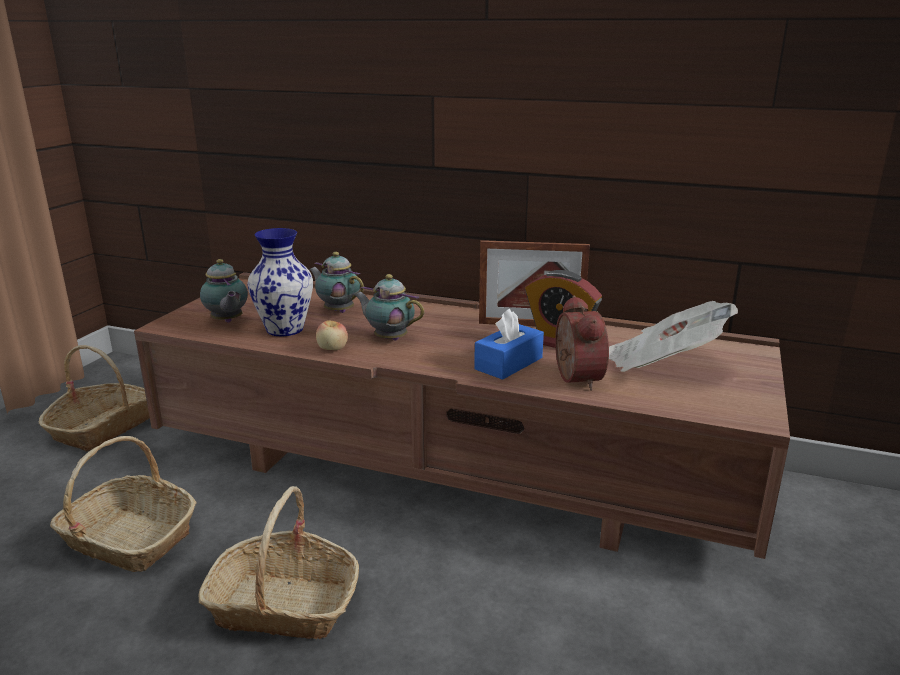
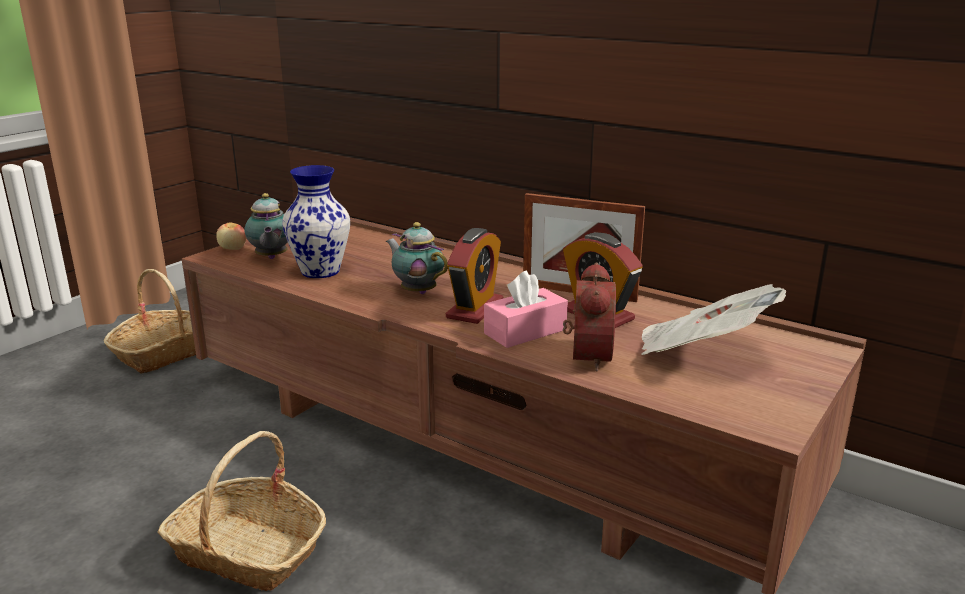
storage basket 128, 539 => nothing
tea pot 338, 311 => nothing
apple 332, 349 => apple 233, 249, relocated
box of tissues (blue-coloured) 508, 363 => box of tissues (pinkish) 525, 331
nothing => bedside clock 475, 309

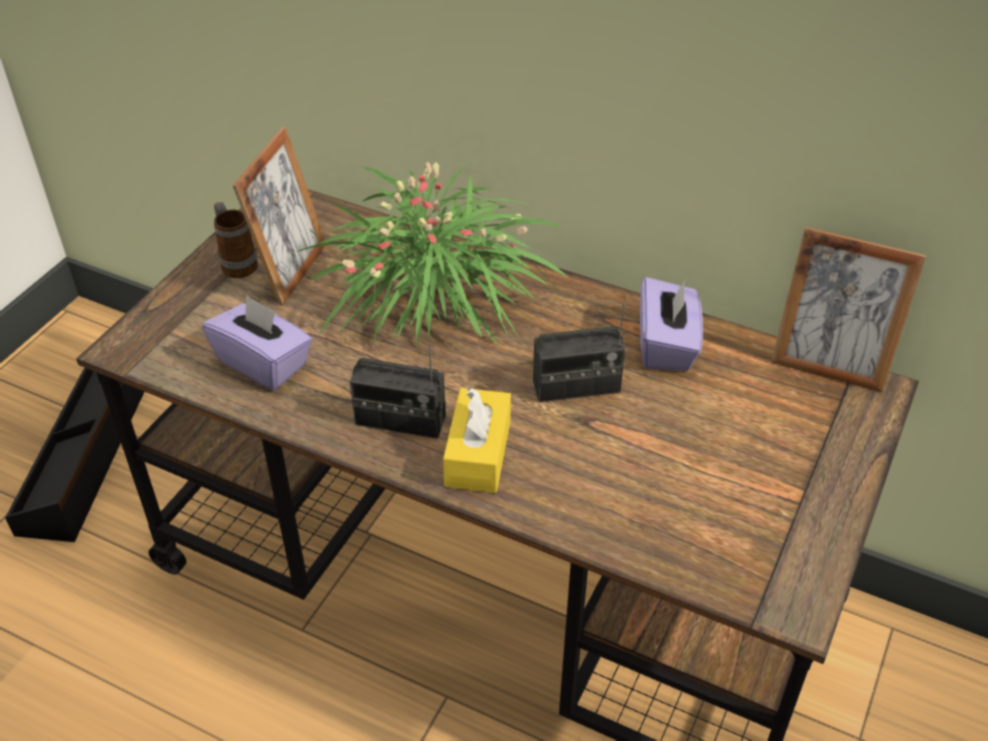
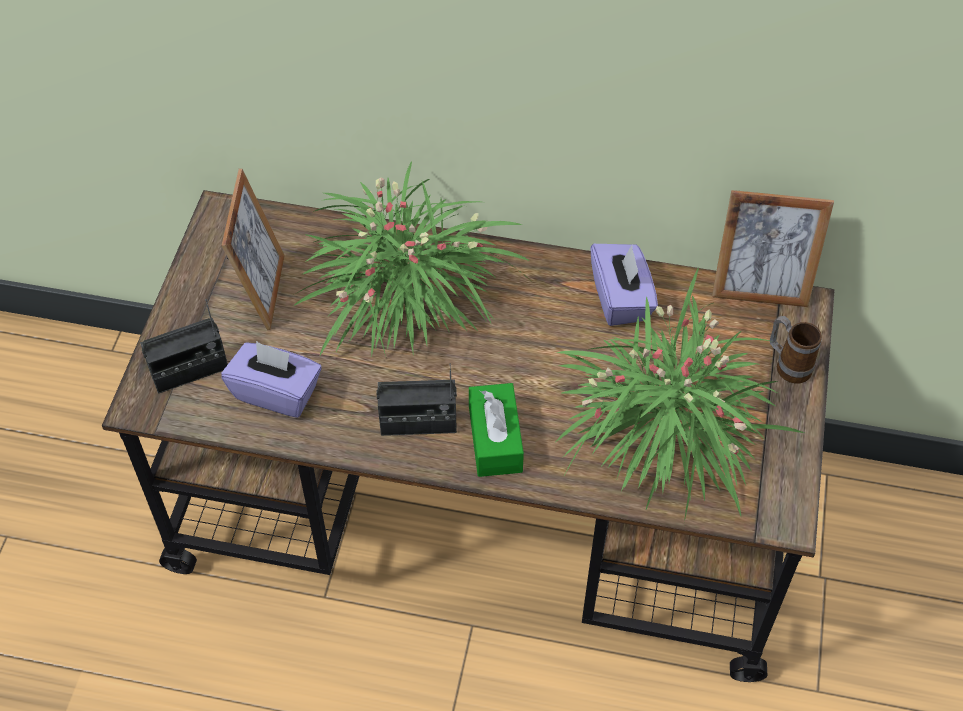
storage container (blackish) 89, 452 => nothing
coffee mug 237, 263 => coffee mug 787, 365, relocated
box of tissues (yellow) 478, 453 => box of tissues (green-coloured) 495, 439
radio set 576, 387 => radio set 189, 371, relocated
nothing => plant in a pot 664, 432

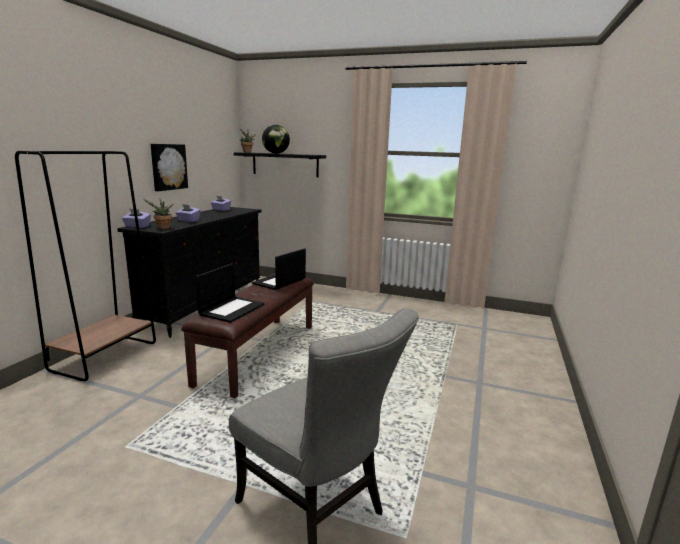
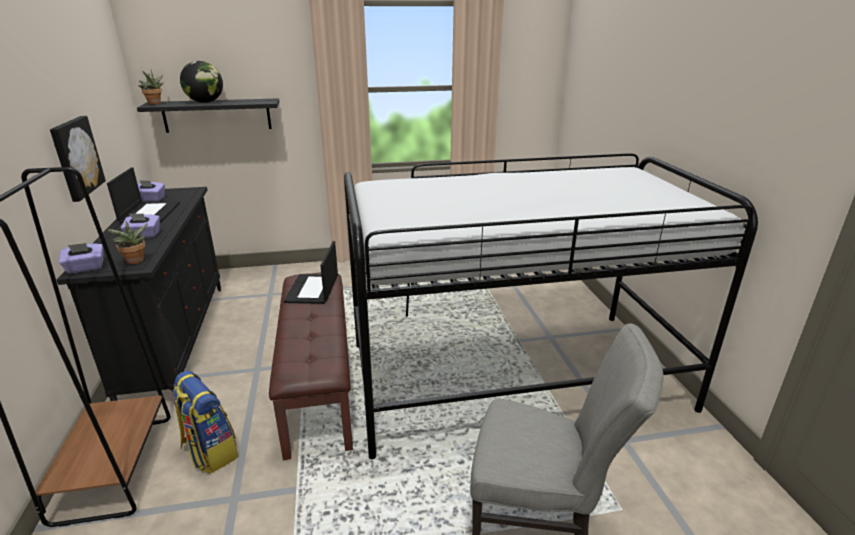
notebook computer 232, 309 => notebook computer 150, 212, relocated
nothing => knapsack 209, 451
nothing => sleeping bed (blackish) 508, 374

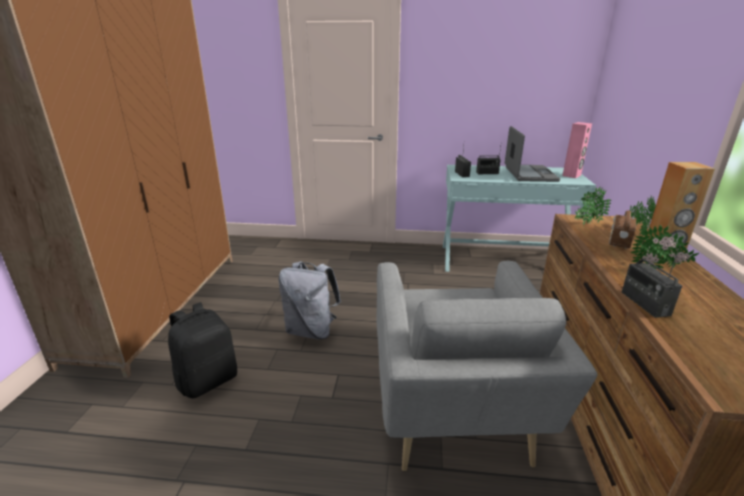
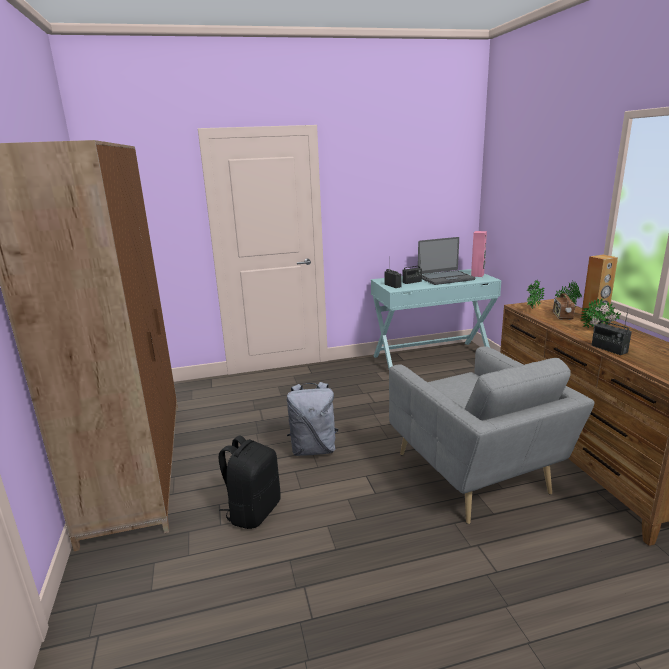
notebook computer 529, 174 => notebook computer 445, 278, 90 degrees clockwise

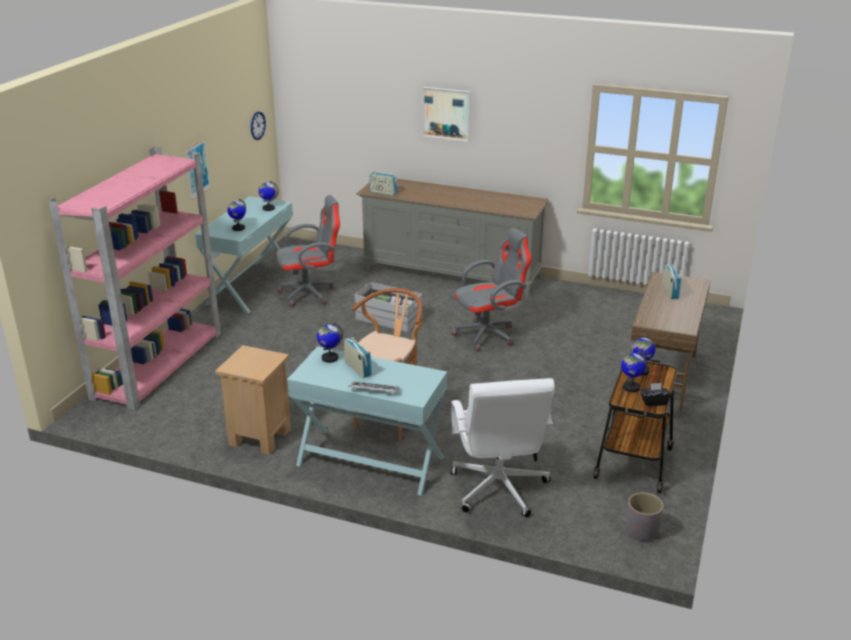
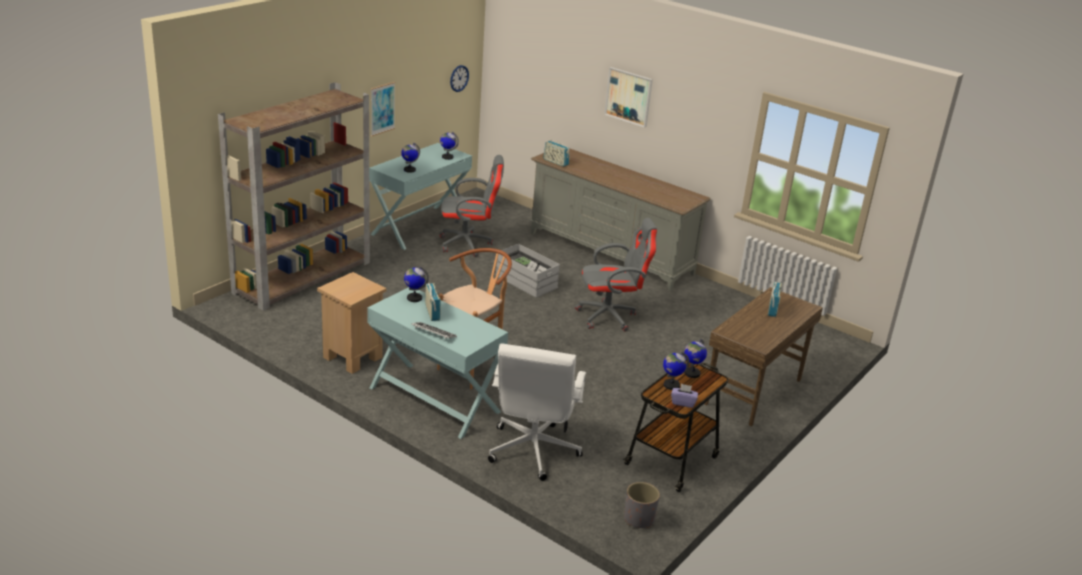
bookshelf (pinkish) 158, 365 => bookshelf (brown) 303, 277
box of tissues (blackish) 654, 402 => box of tissues (purple-coloured) 683, 402

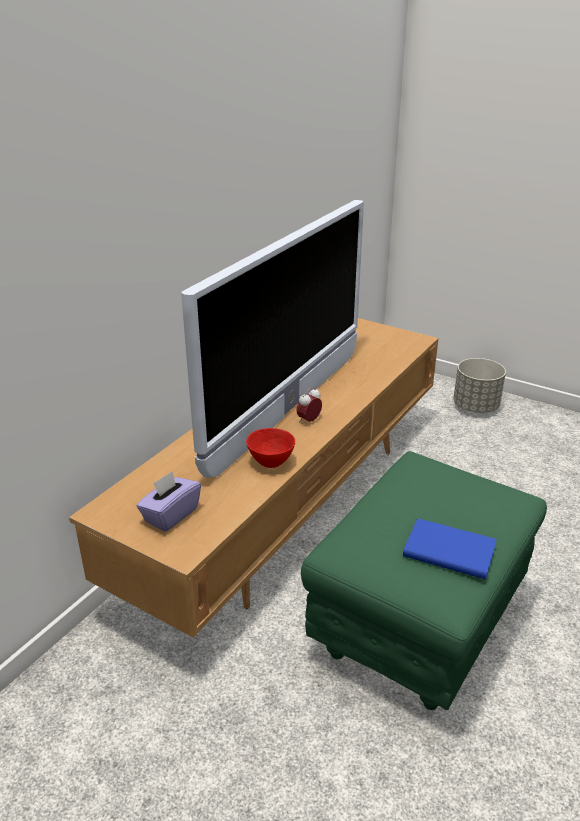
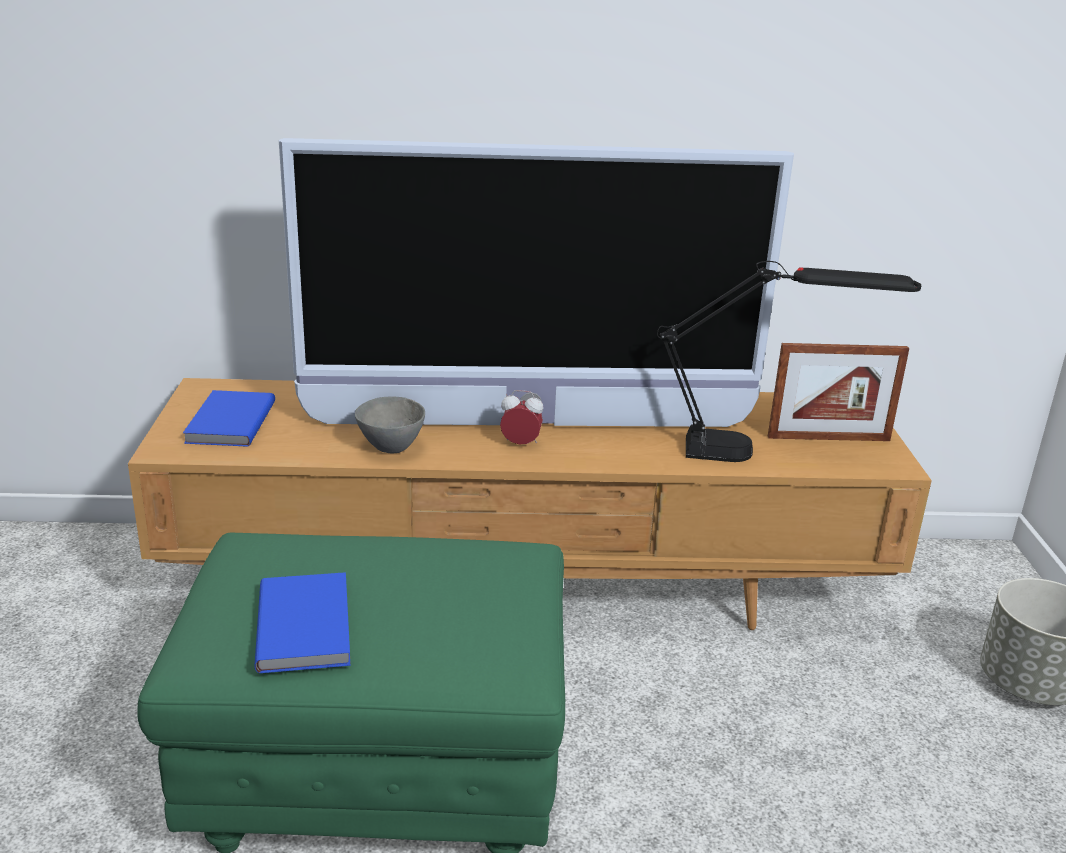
box of tissues (purple-coloured) 170, 515 => book (blue-coloured) 228, 423
bowl (red-coloured) 270, 463 => bowl (gray) 390, 447
nothing => lamp for a table (blackish) 763, 454
nothing => standing frame 828, 438

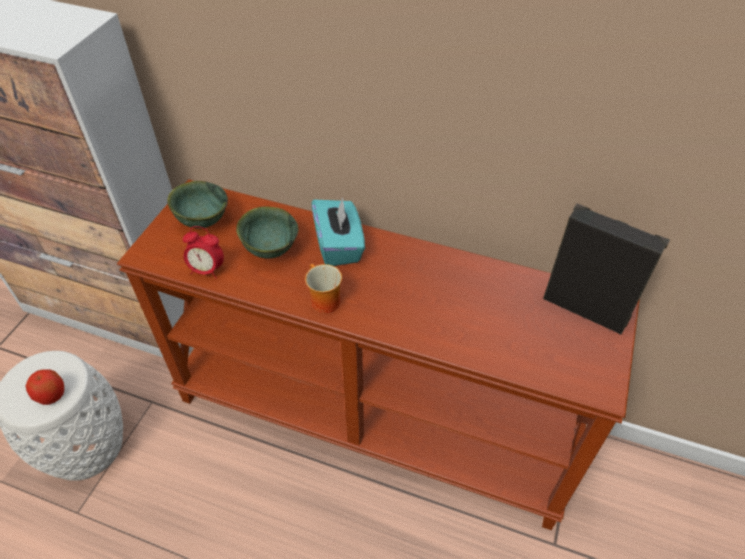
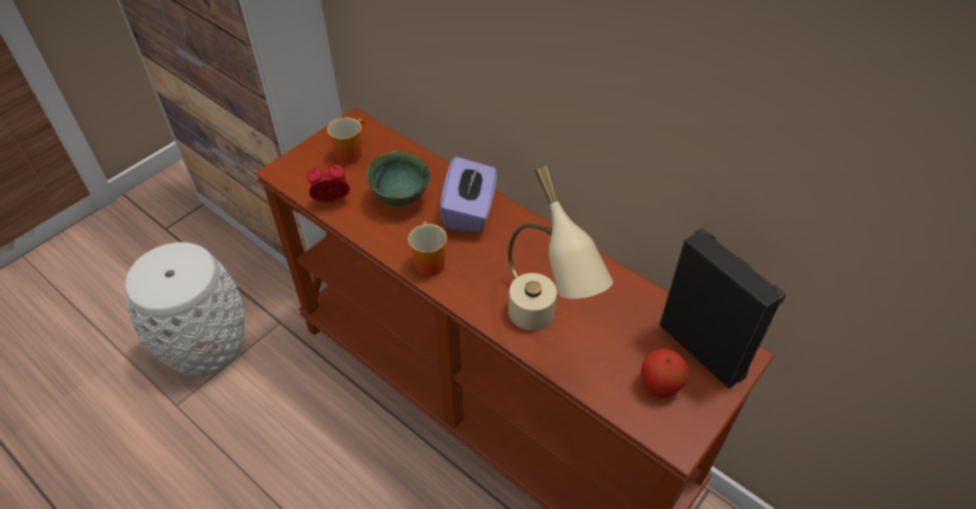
apple 52, 395 => apple 659, 385, relocated
bowl (green-coloured) 202, 221 => coffee mug 349, 152
bedside clock 207, 270 => bedside clock 332, 201, 135 degrees clockwise
box of tissues (turquoise-coloured) 339, 246 => box of tissues (purple-coloured) 470, 211
nothing => lamp for a table (beige) 542, 328

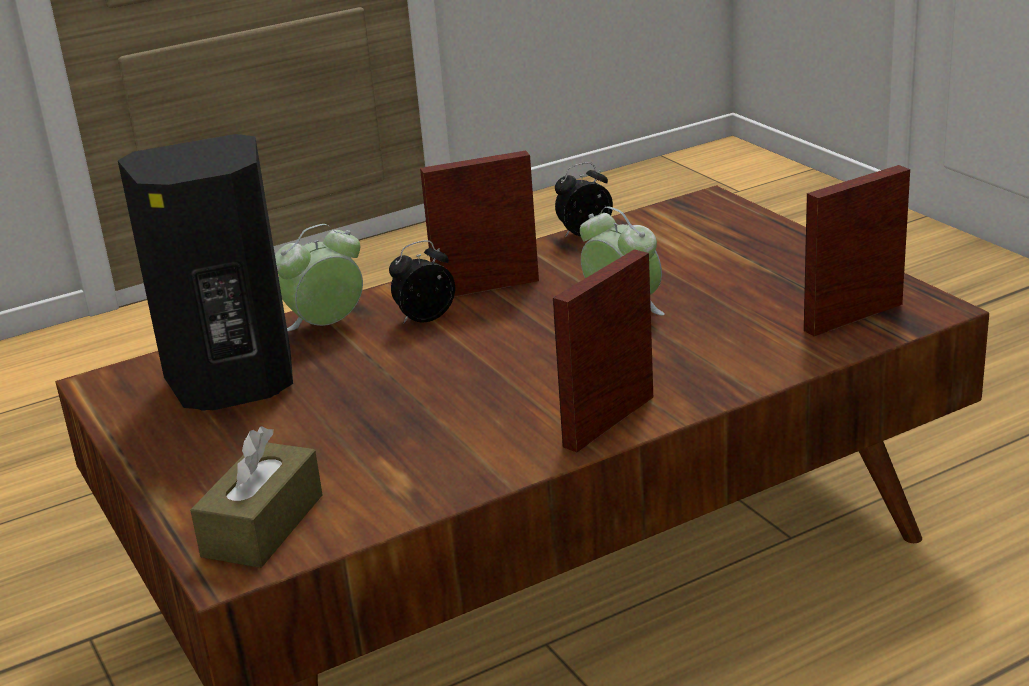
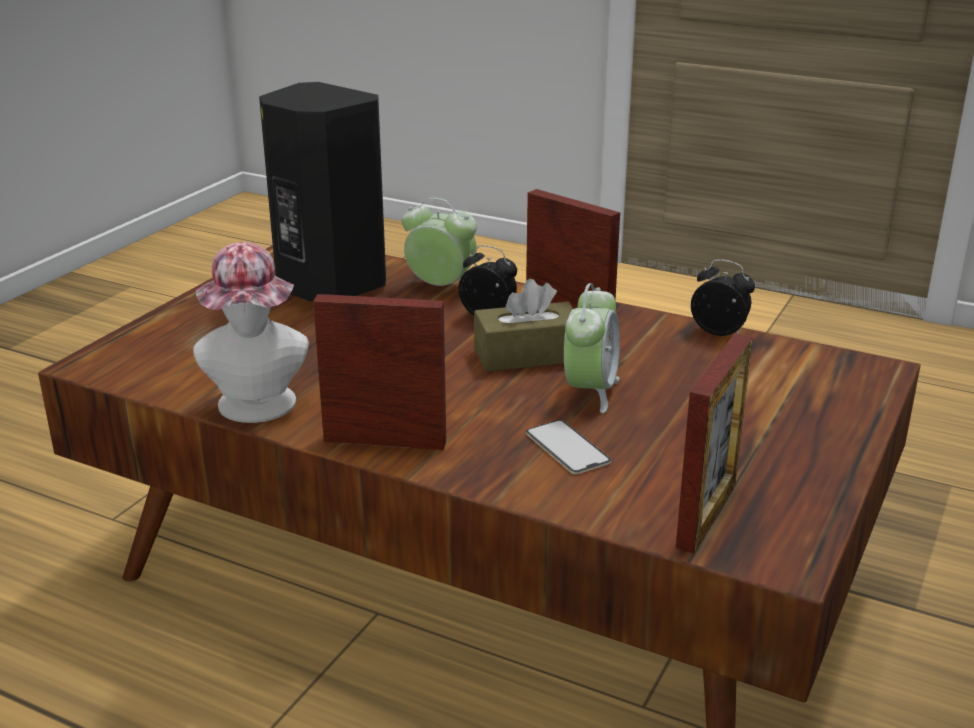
box of tissues (brown) 263, 525 => box of tissues (brown) 527, 355, relocated
standing frame 853, 317 => standing frame 706, 515, 90 degrees clockwise
nothing => clothing hat 257, 409
nothing => handset 567, 447

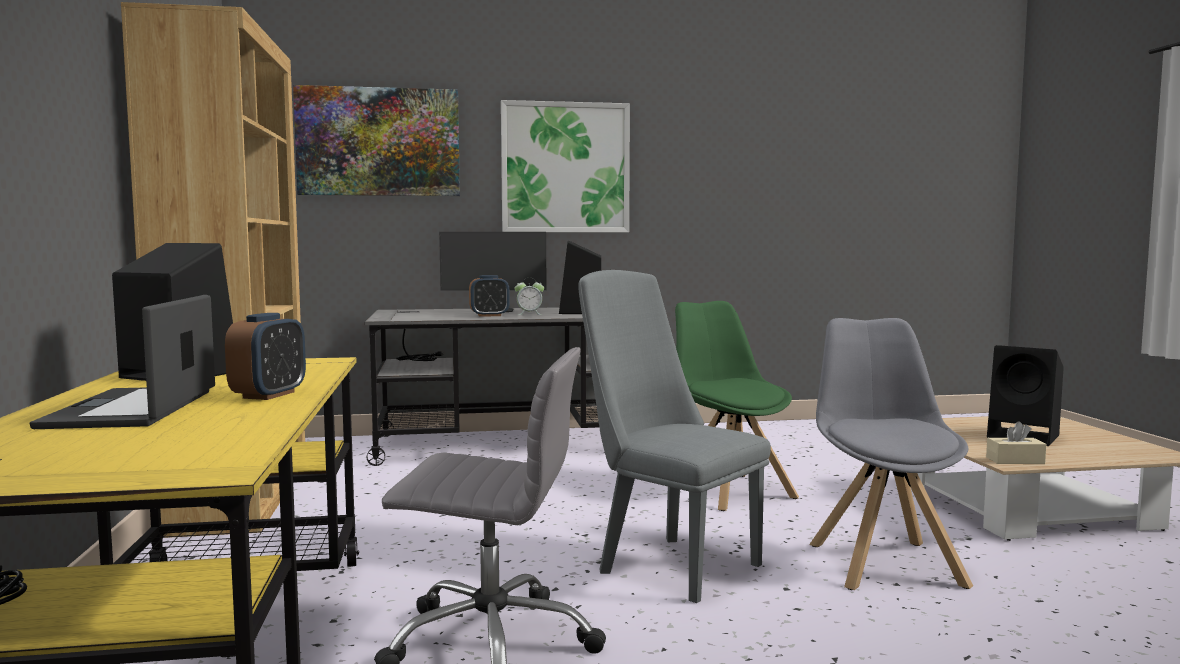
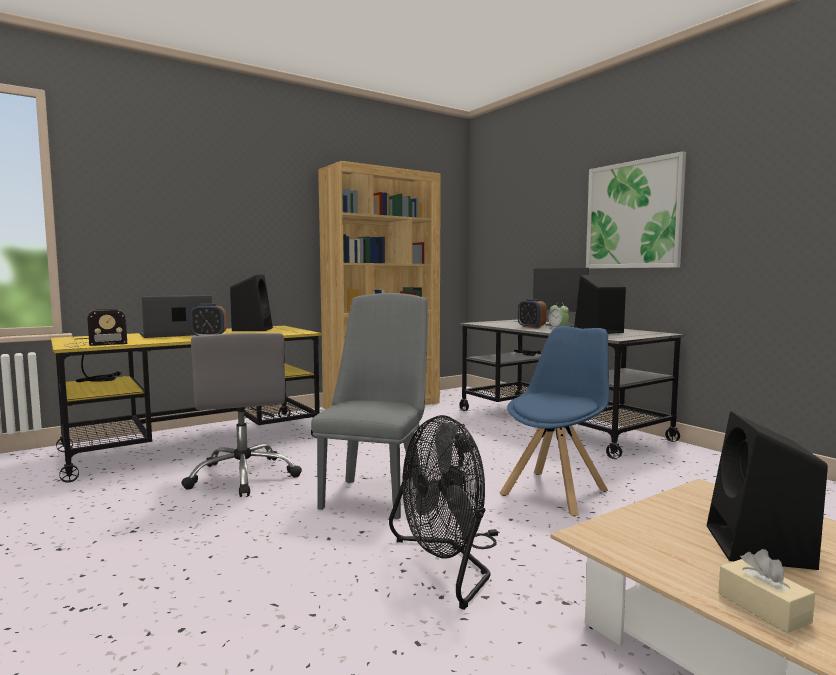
wall art 378, 142 => nothing
upright chair (green-coloured) 729, 490 => upright chair (blue-coloured) 556, 491
upright chair (gray) 882, 561 => fan (blackish) 450, 562
box of tissues (beige) 1015, 460 => box of tissues (beige) 763, 608, relocated
nothing => radio set 94, 344

